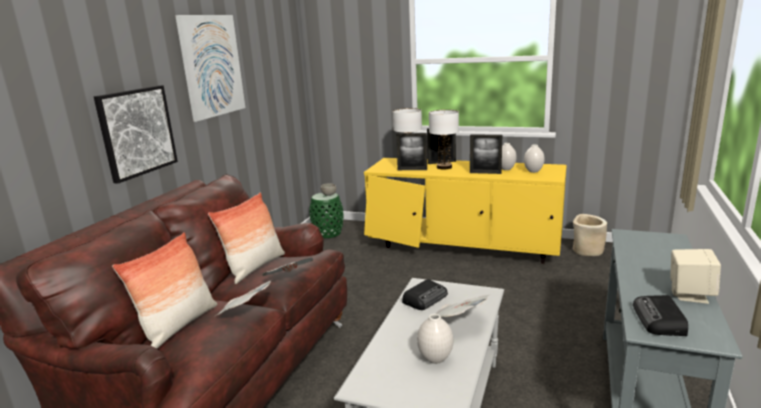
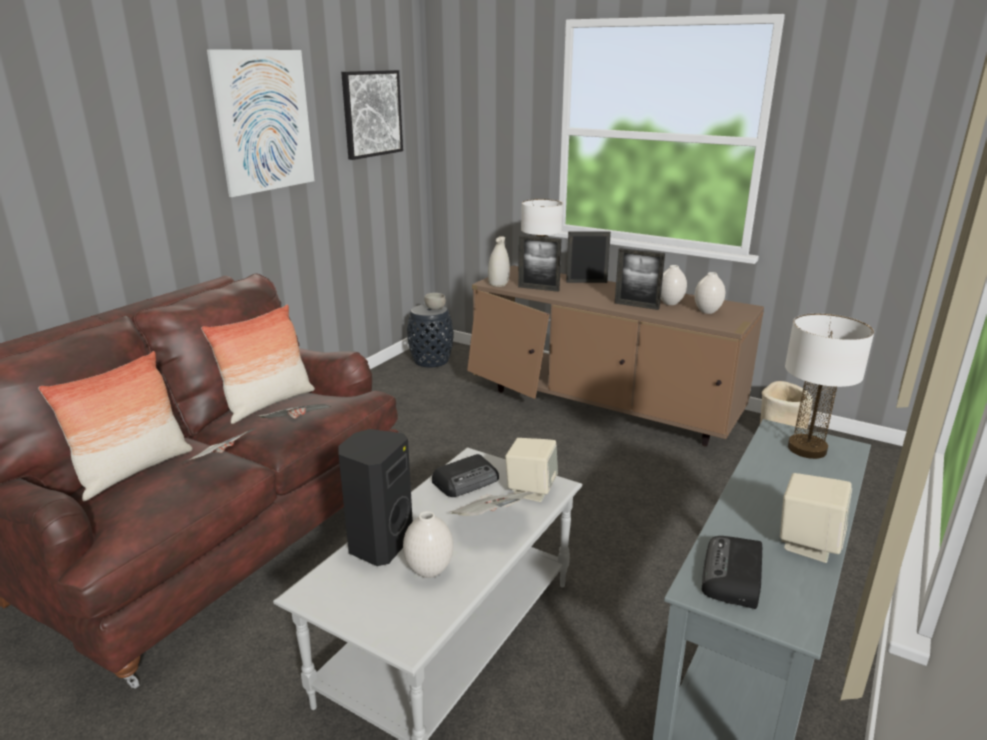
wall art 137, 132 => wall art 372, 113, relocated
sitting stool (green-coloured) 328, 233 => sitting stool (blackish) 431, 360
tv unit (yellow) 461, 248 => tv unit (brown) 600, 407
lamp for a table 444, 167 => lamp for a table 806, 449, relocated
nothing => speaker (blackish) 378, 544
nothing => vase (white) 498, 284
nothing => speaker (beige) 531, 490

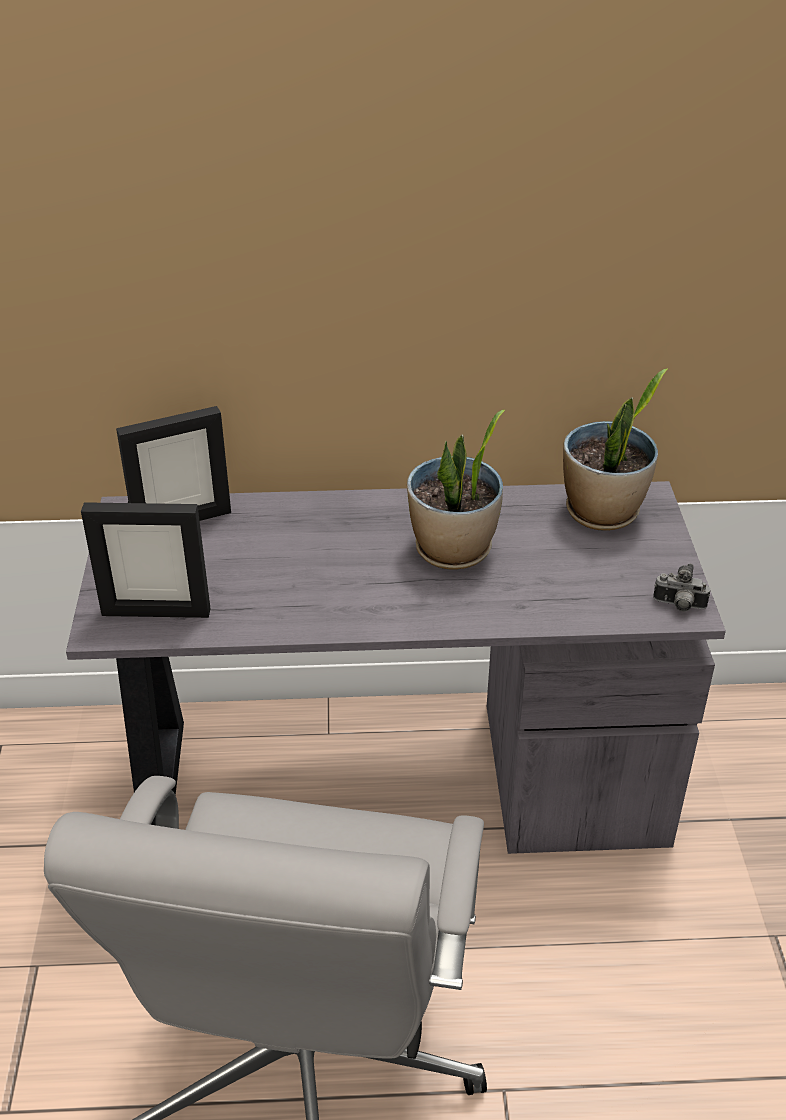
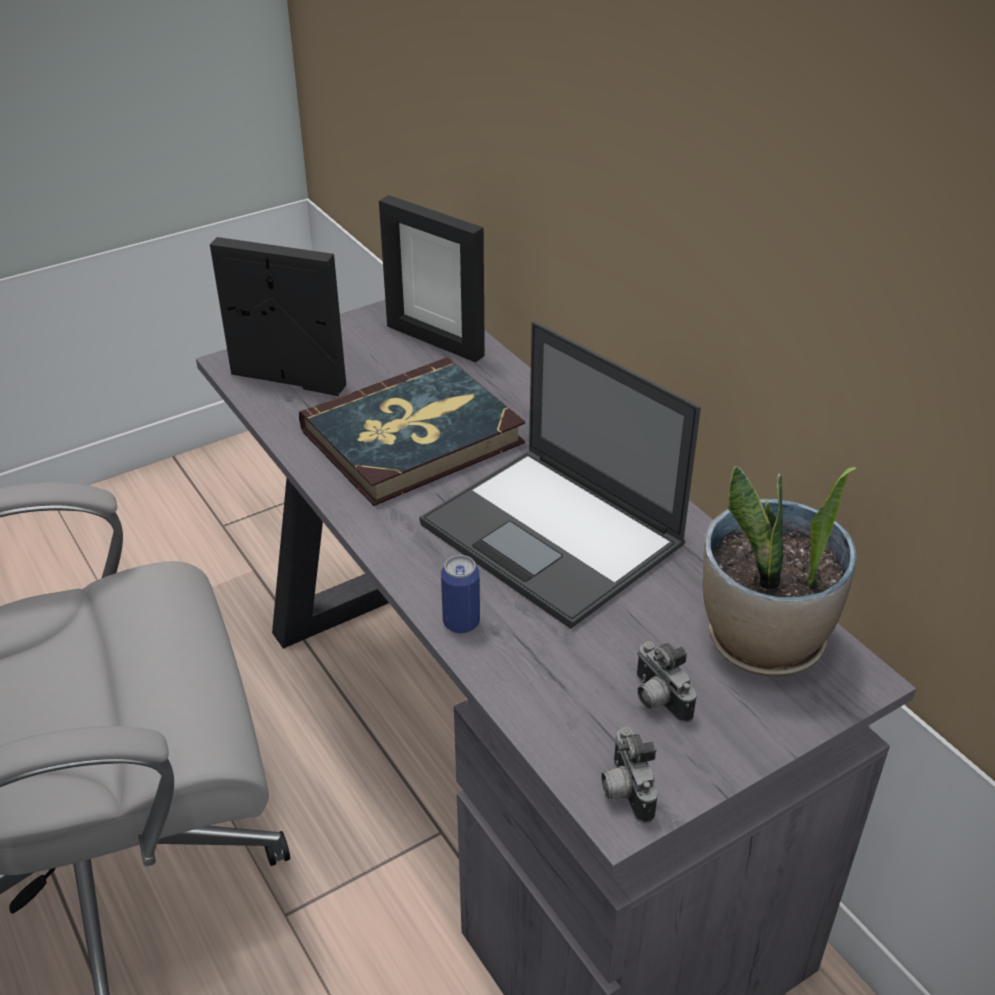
standing frame 156, 610 => standing frame 287, 381, 135 degrees clockwise
plant in a pot 453, 550 => notebook computer 554, 536
nothing => book 413, 437
nothing => can 461, 622
nothing => photo camera 657, 700

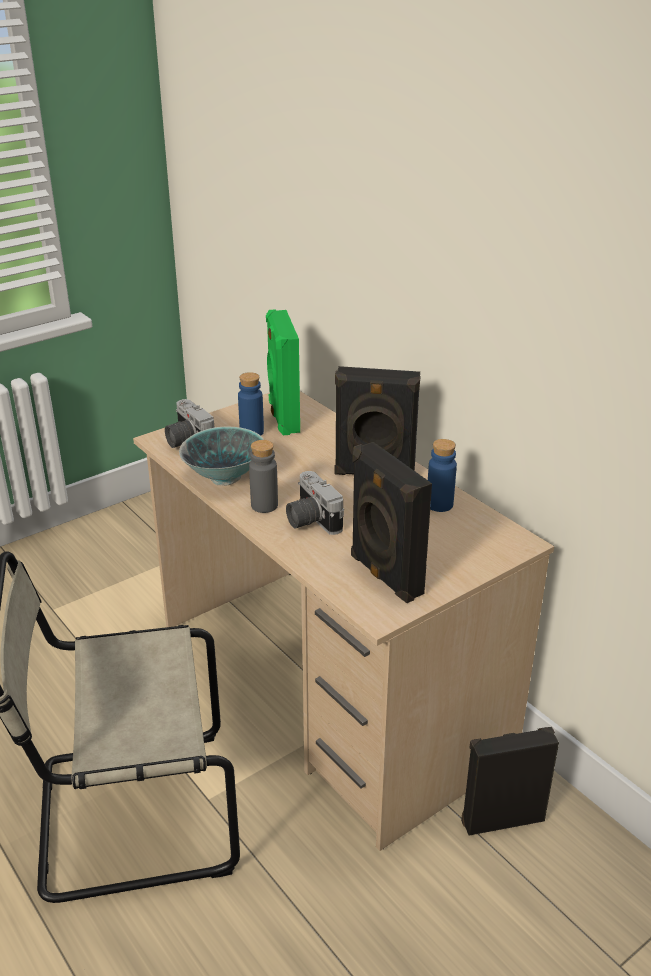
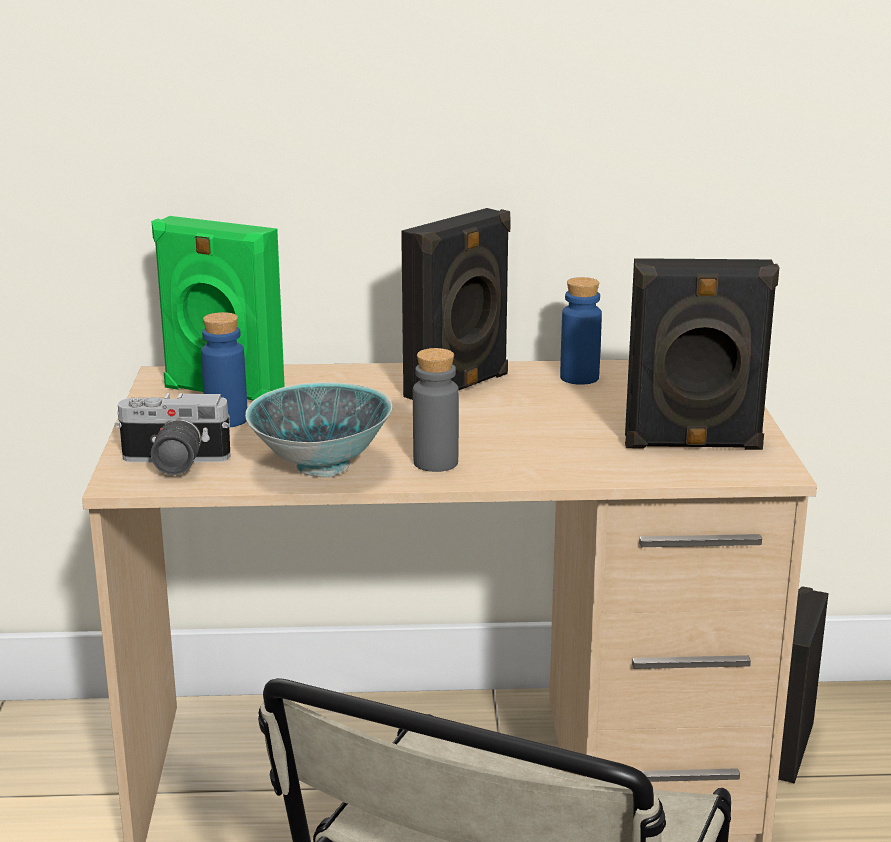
photo camera 310, 520 => nothing

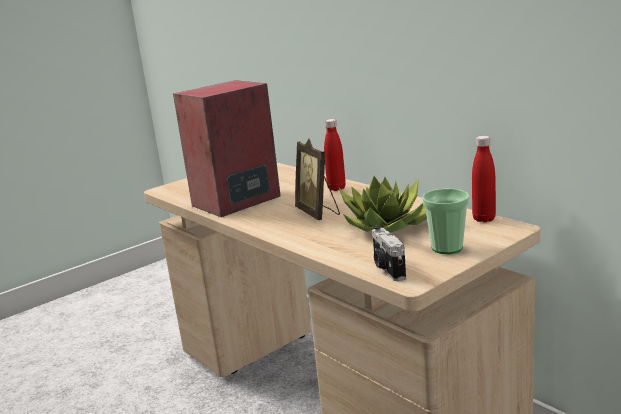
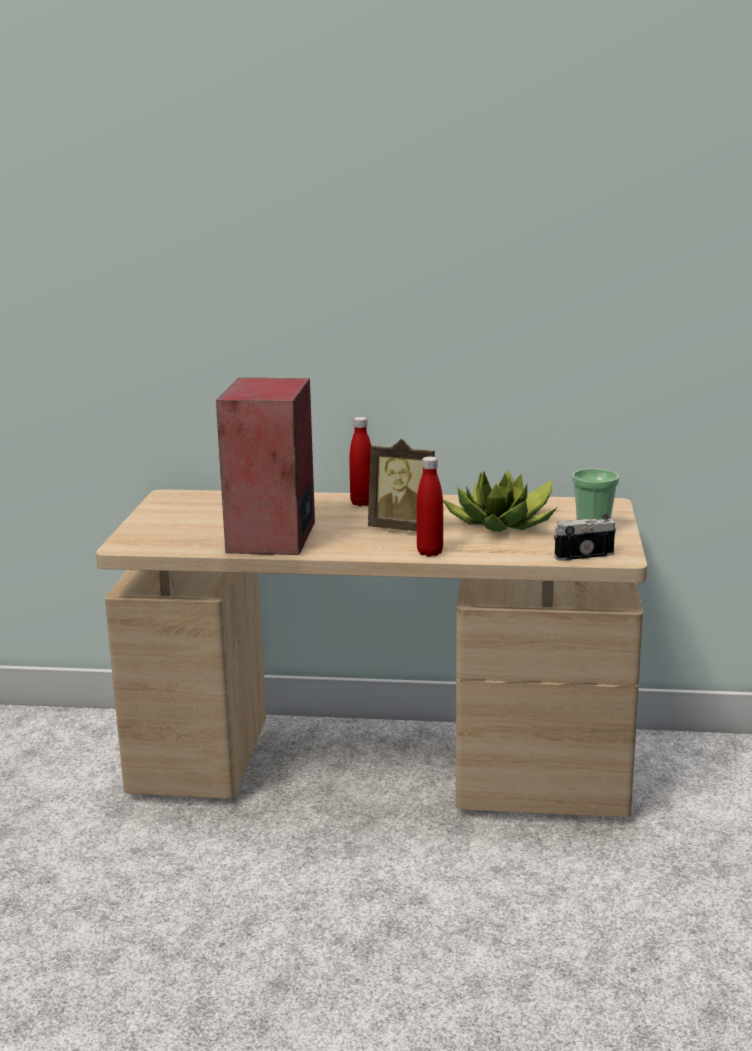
photo camera 387, 269 => photo camera 583, 555, 135 degrees clockwise
beverage bottle (red-coloured) 484, 219 => beverage bottle (red-coloured) 430, 552, relocated

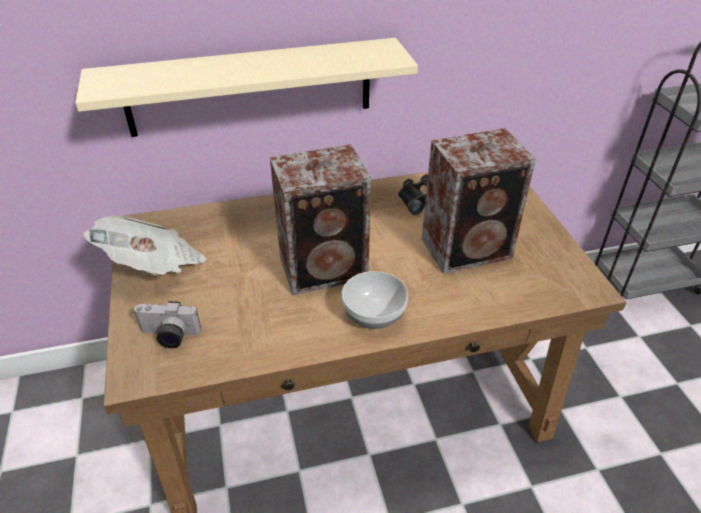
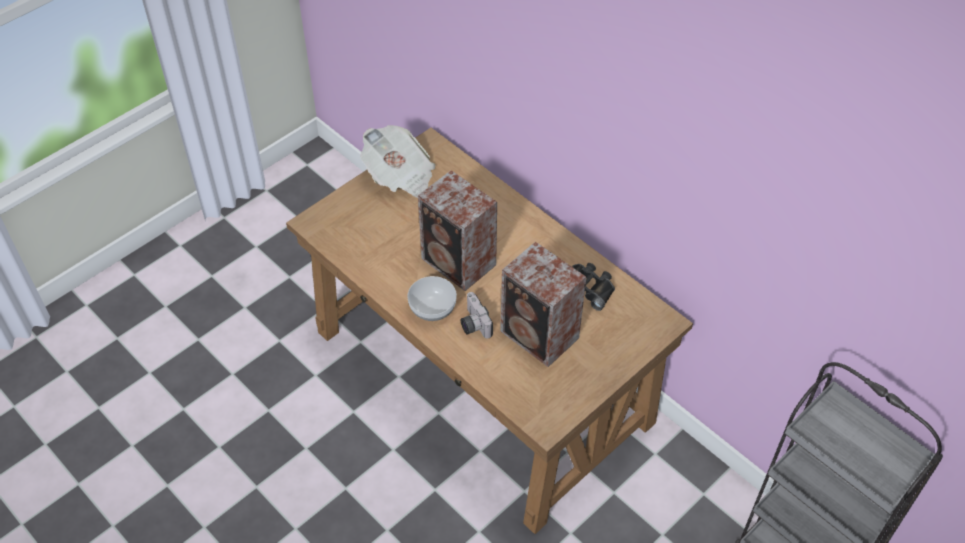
wall shelf (beige) 250, 87 => nothing
photo camera 168, 336 => photo camera 473, 324, relocated

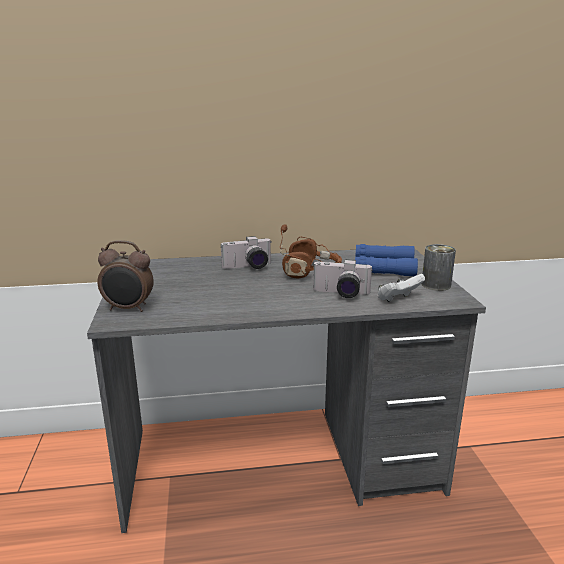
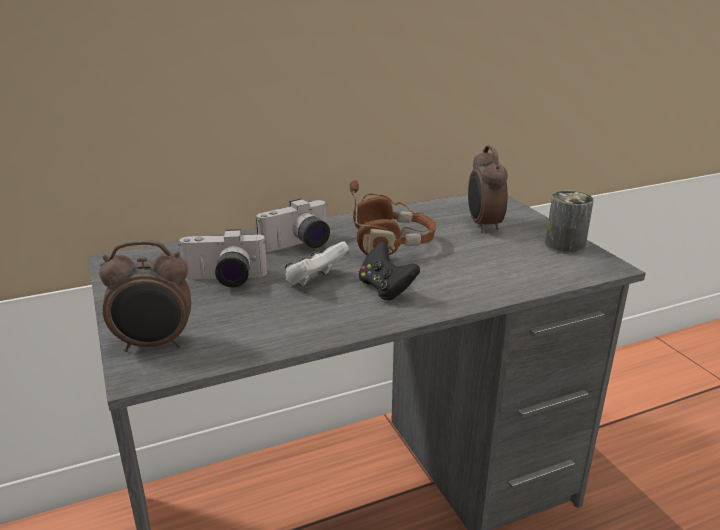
photo camera 340, 294 => photo camera 224, 280, relocated
field glasses (blue-coloured) 384, 267 => bedside clock 483, 225
joypad (white) 398, 299 => joypad (white) 315, 280, relocated
nothing => joypad (blackish) 385, 289

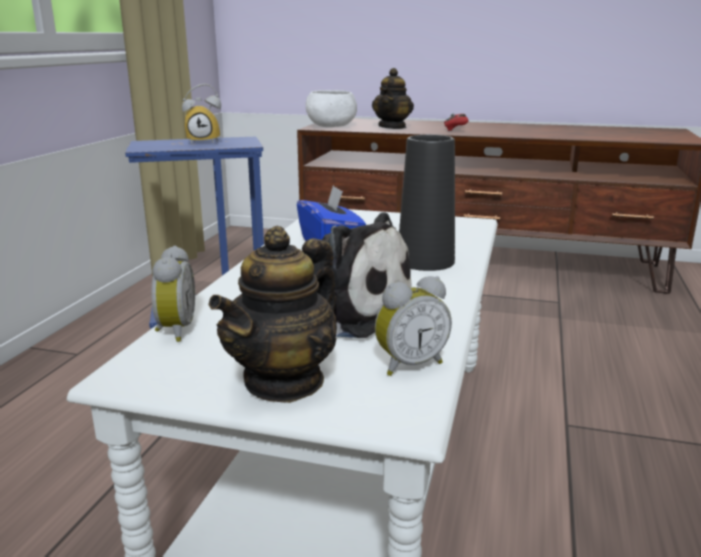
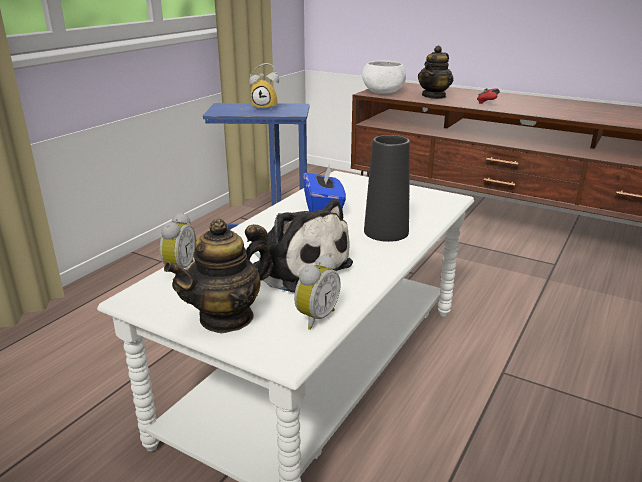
bedside clock 409, 364 => bedside clock 315, 317, 45 degrees counterclockwise

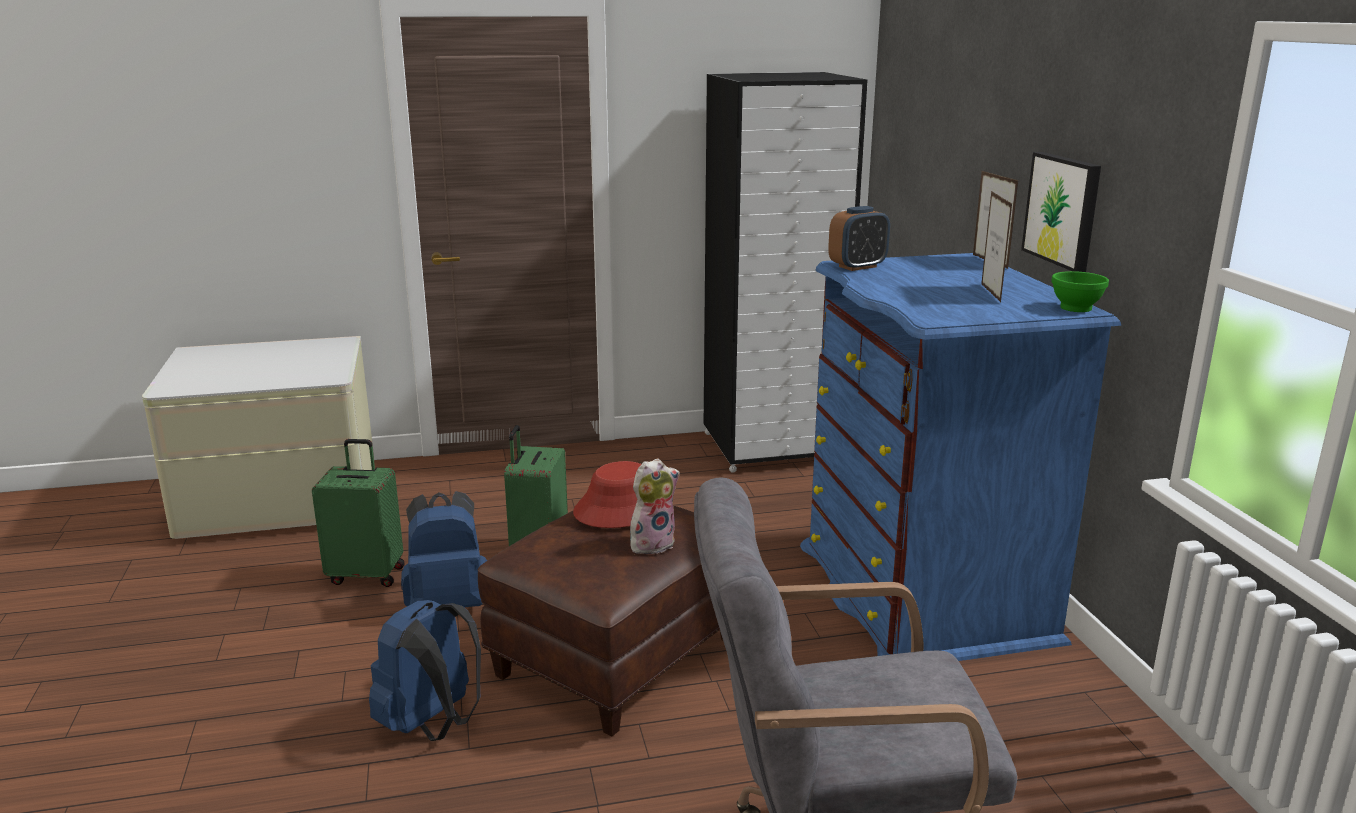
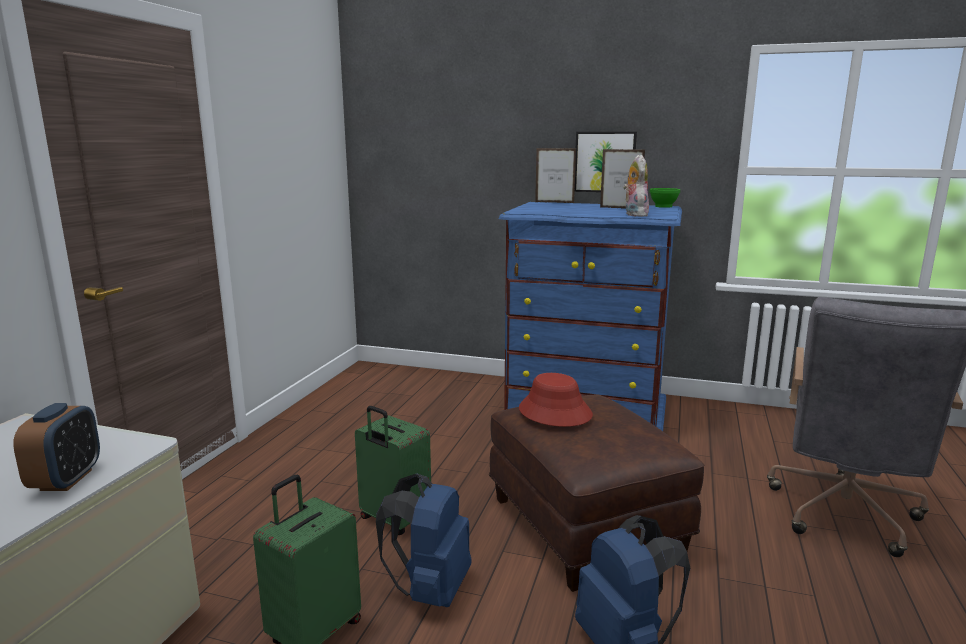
cuddly toy 652, 543 => cuddly toy 634, 215, relocated
armoire 771, 448 => nothing
bedside clock 857, 267 => bedside clock 66, 480, relocated

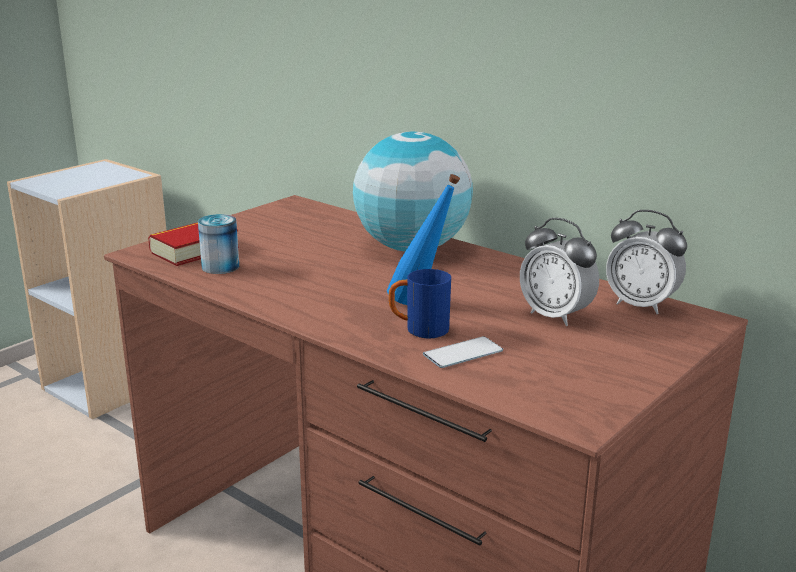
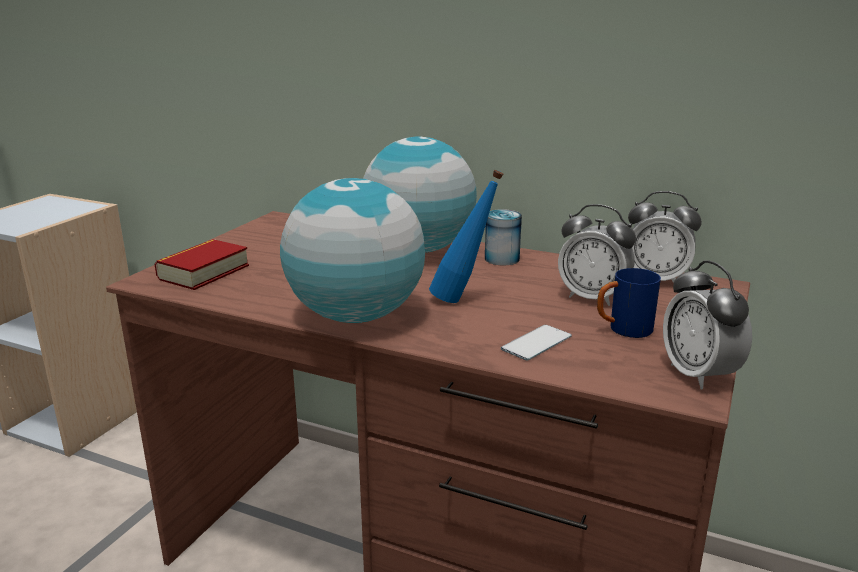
can 220, 267 => can 502, 259, relocated
coffee mug (blue-coloured) 419, 330 => coffee mug (blue-coloured) 623, 330, relocated
nothing => world globe 356, 316
nothing => bedside clock 698, 375

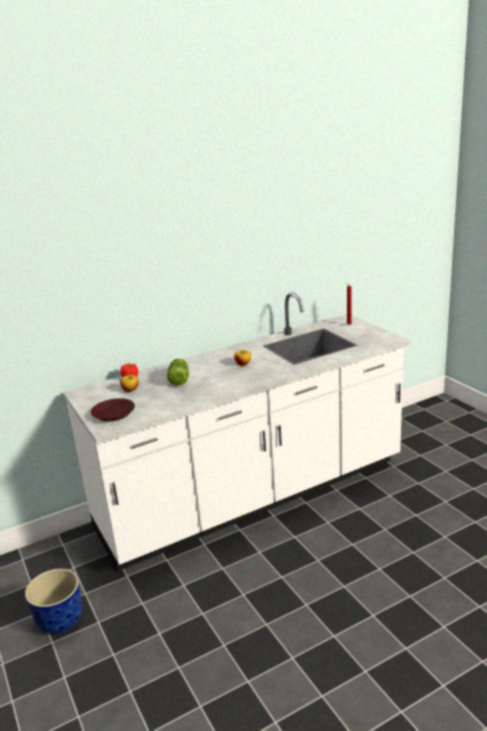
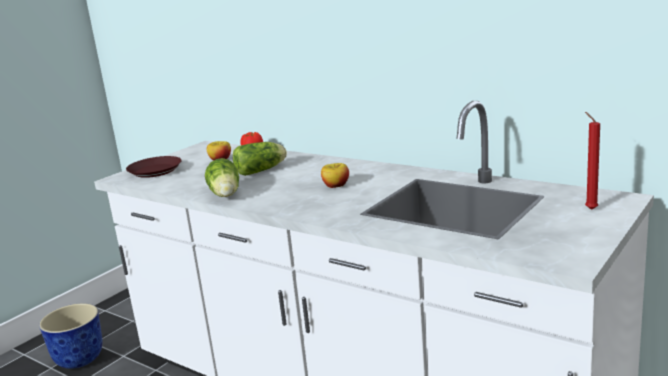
nothing => lettuce 225, 195

